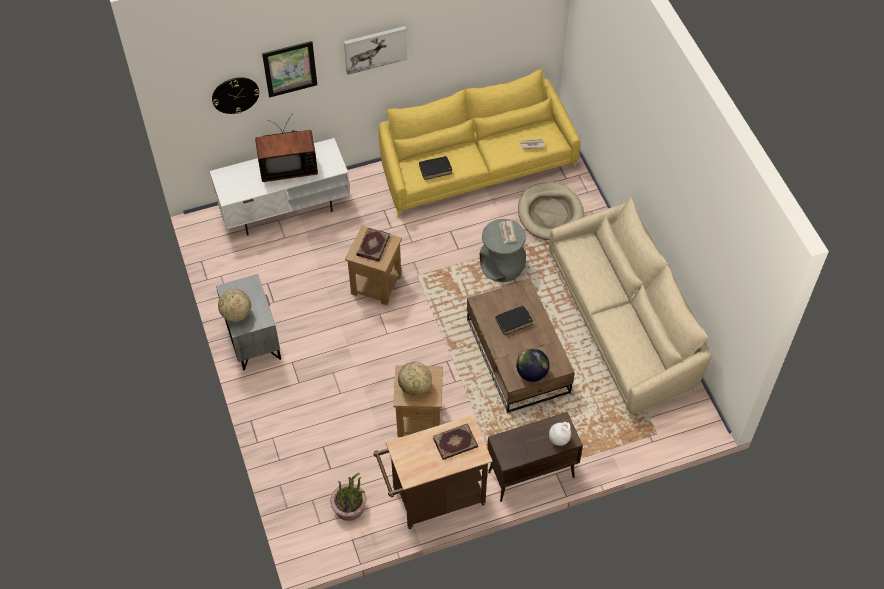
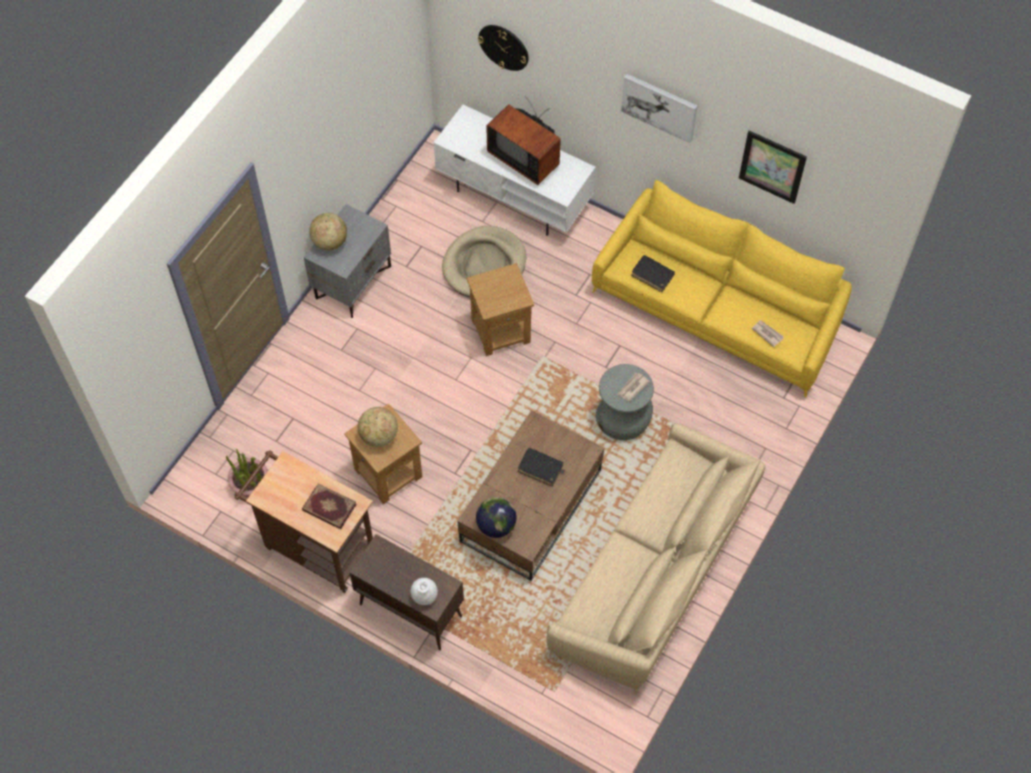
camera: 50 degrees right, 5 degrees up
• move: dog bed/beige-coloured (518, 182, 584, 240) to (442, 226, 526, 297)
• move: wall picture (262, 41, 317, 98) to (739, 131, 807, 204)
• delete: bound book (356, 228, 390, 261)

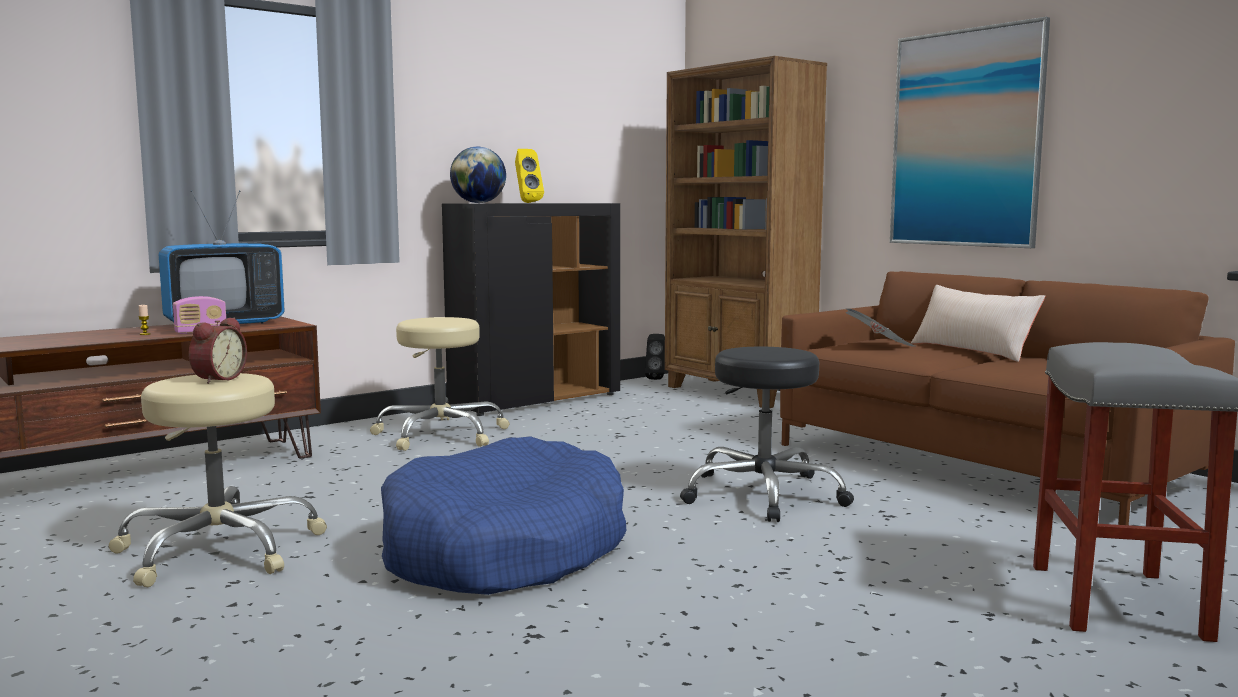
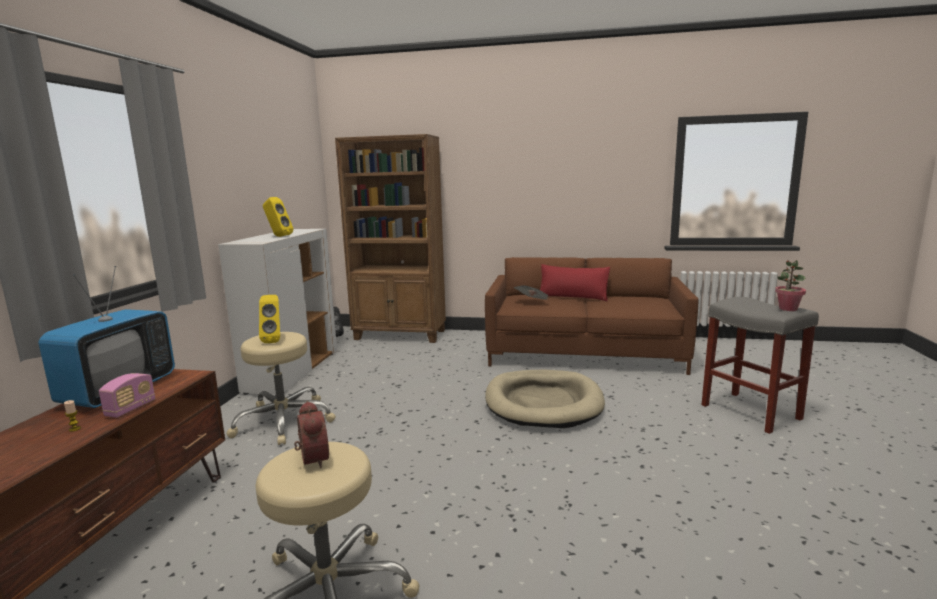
camera: 40 degrees left, 5 degrees up
• recolor: storage cabinet/black (442, 203, 620, 416) to storage cabinet/white-coloured (218, 229, 337, 396)
• insert: loudspeaker/yellowish (259, 295, 280, 343)
• replace: stool seat/black (680, 347, 854, 522) to dog bed/beige-coloured (485, 370, 605, 428)
• recolor: throw pillow/beige-coloured (911, 285, 1045, 362) to throw pillow/red-coloured (540, 264, 610, 301)
• insert: houseplant (775, 260, 806, 311)
• delete: dog bed/blue-coloured (381, 436, 627, 595)
• delete: desk globe (450, 147, 506, 203)
• delete: wall picture (890, 17, 1050, 248)

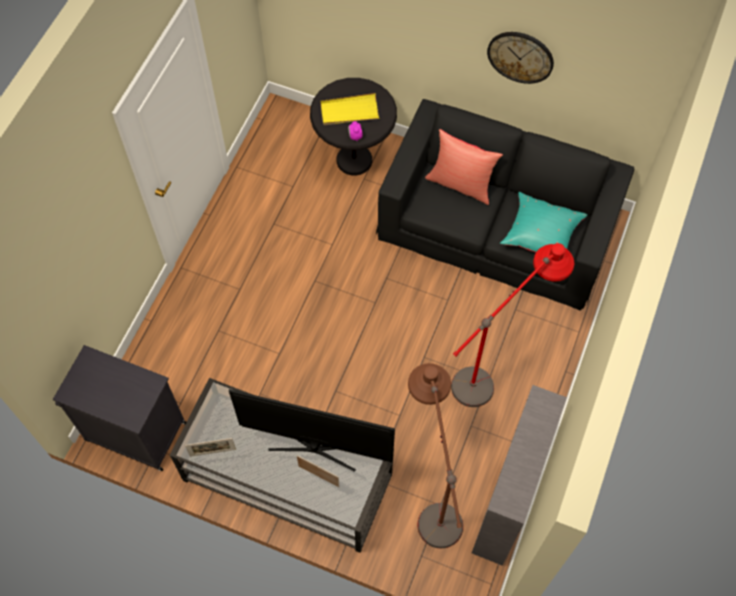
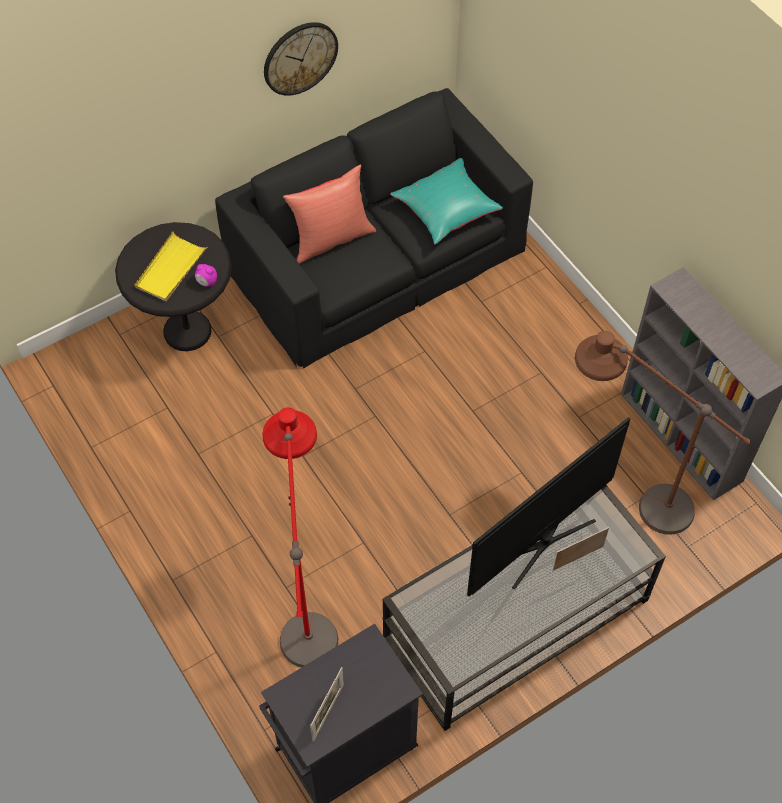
camera: 55 degrees left, 5 degrees down
• move: standard lamp/red-coloured (451, 243, 574, 407) to (262, 407, 338, 668)
• move: picture frame (185, 438, 236, 457) to (310, 667, 344, 742)

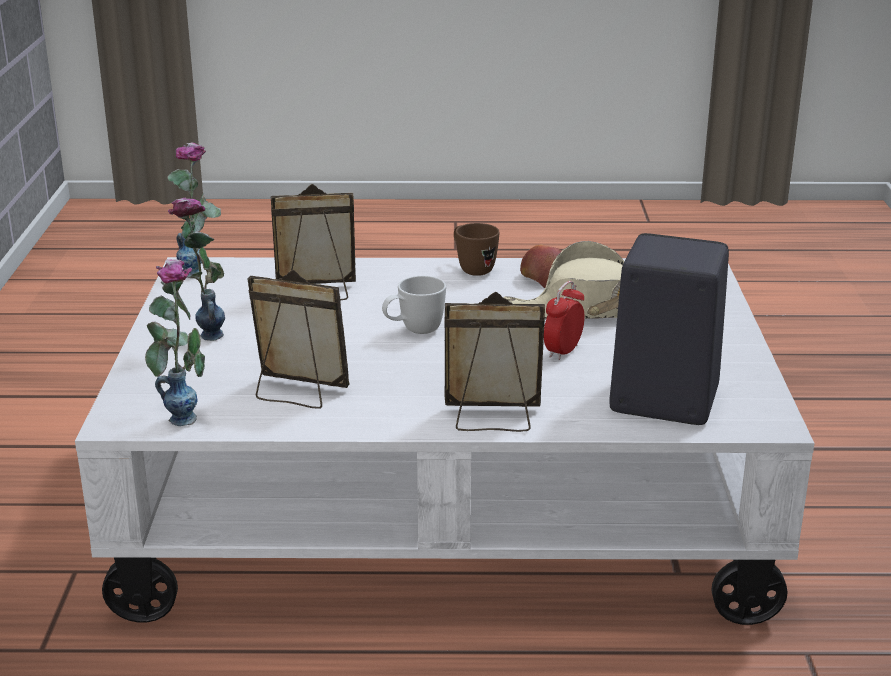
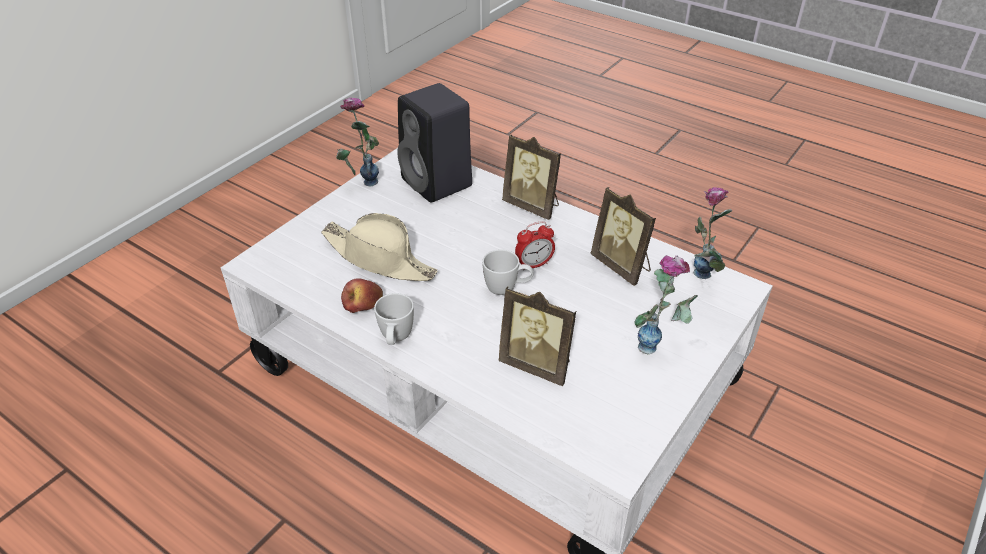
camera: 145 degrees left, 15 degrees up
• move: decorative vase (167, 143, 221, 278) to (336, 97, 379, 186)
• recolor: mug/brownish (454, 223, 500, 276) to mug/white-coloured (374, 293, 414, 345)
• move: bedside clock (544, 281, 585, 360) to (515, 221, 555, 270)

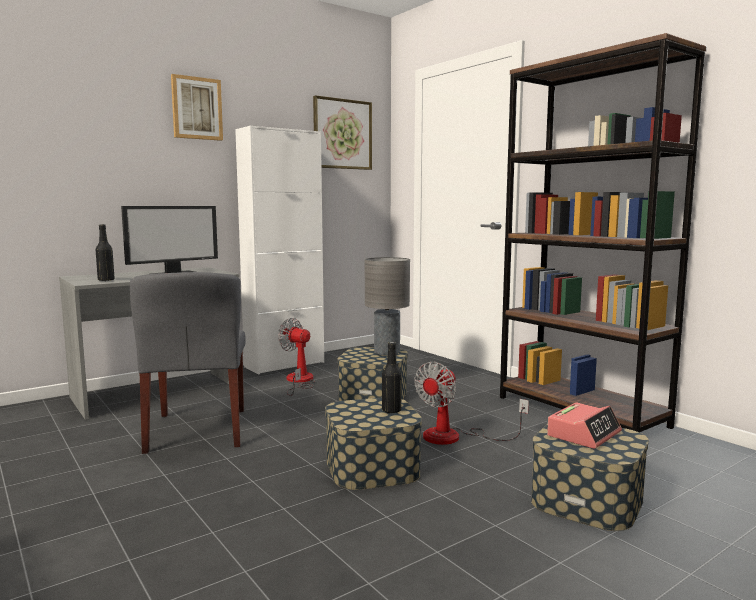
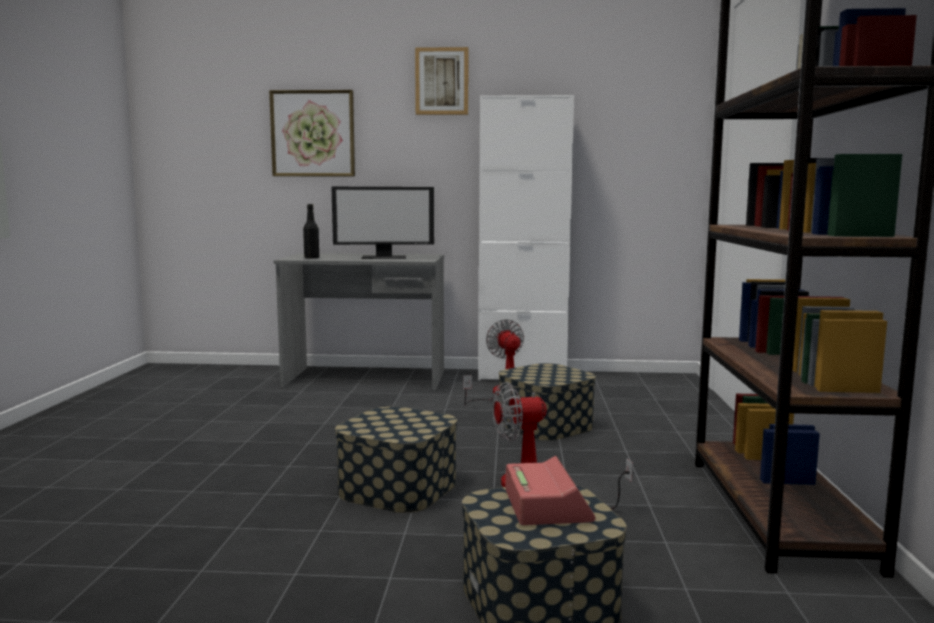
camera: 40 degrees right, 0 degrees up
• move: wall picture (313, 95, 372, 170) to (269, 90, 355, 176)
• rotate: bedside clock (547, 402, 622, 449) = (506, 456, 596, 525) 90 degrees counterclockwise
• delete: chair/gray (130, 272, 246, 454)
• delete: lamp for a table/gray (364, 257, 410, 356)
• delete: bottle/black (382, 342, 402, 413)

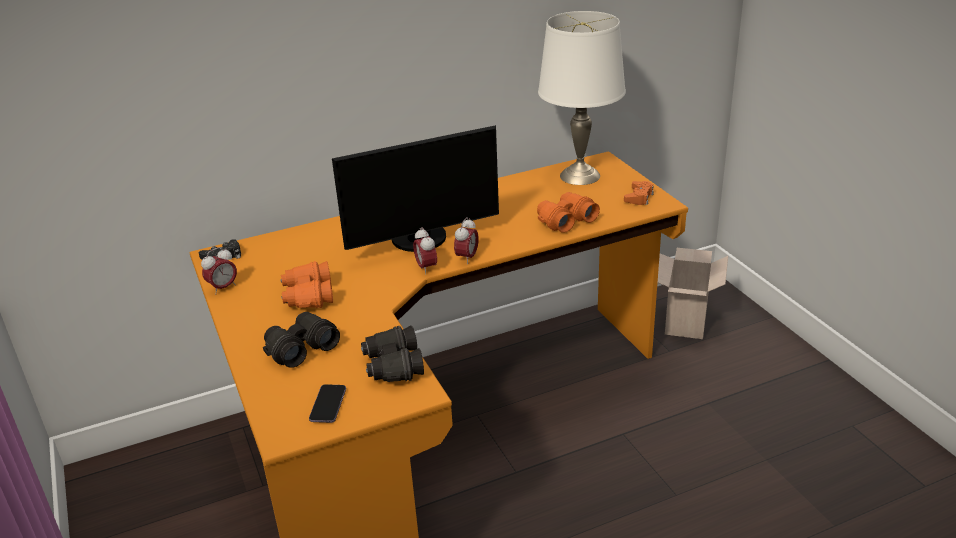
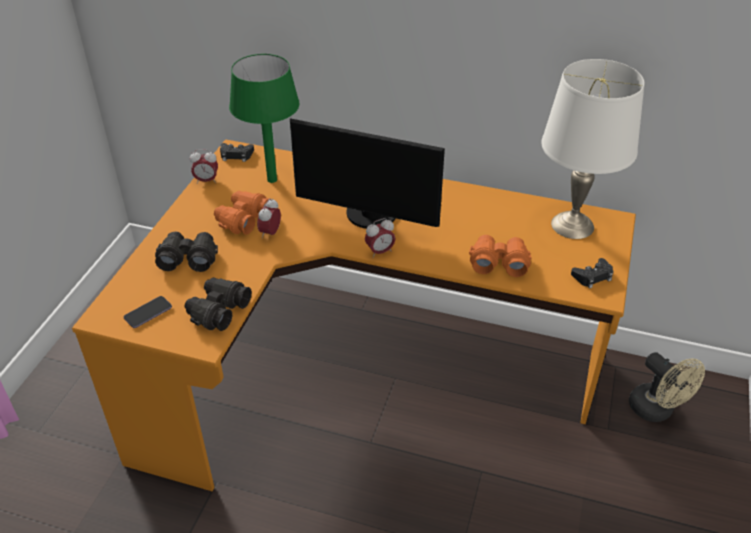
camera: 40 degrees right, 10 degrees up
• insert: lamp for a table/green-coloured (229, 54, 300, 183)
• move: bedside clock (413, 227, 437, 275) to (257, 198, 281, 239)
• recolor: joypad/orange (624, 181, 654, 205) to joypad/black (571, 258, 613, 289)
• replace: packing box (658, 248, 728, 339) to electric fan/beige-coloured (629, 352, 705, 422)

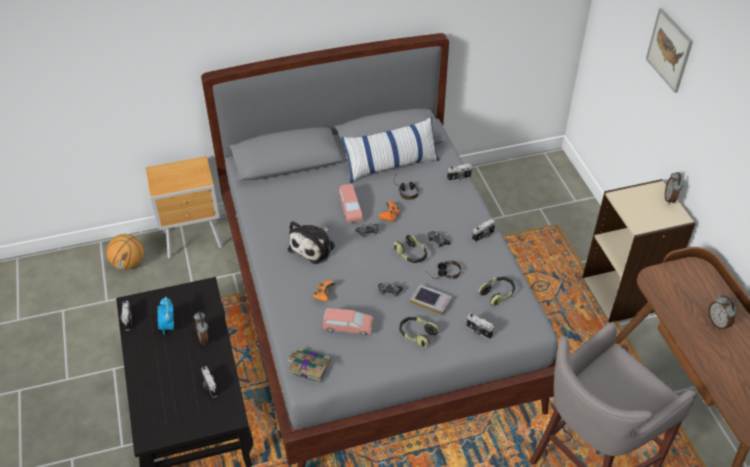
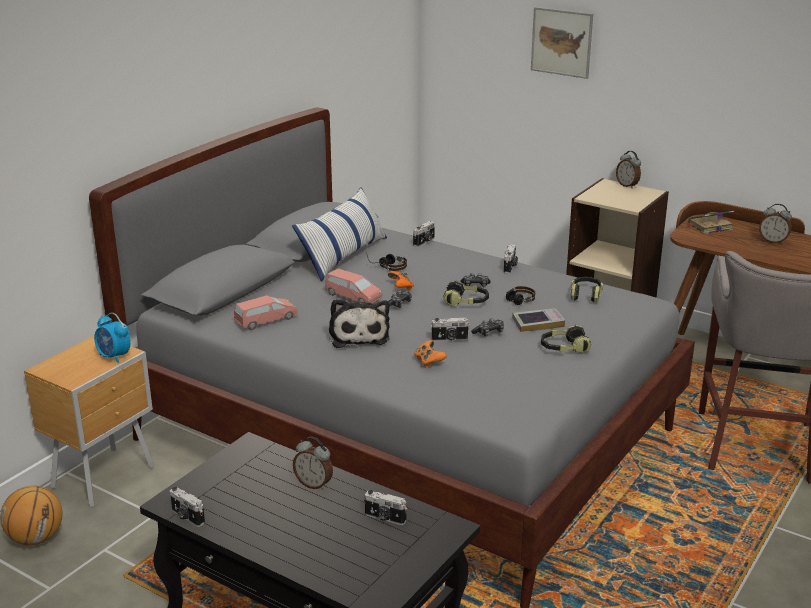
camera: 40 degrees left, 20 degrees down
• move: bedside clock (158, 297, 174, 335) to (94, 313, 131, 363)
• move: toy car/pinkish (322, 308, 373, 336) to (234, 296, 298, 330)
• move: still camera (466, 313, 494, 339) to (430, 318, 470, 341)
• move: bound book (288, 348, 331, 383) to (687, 211, 734, 234)

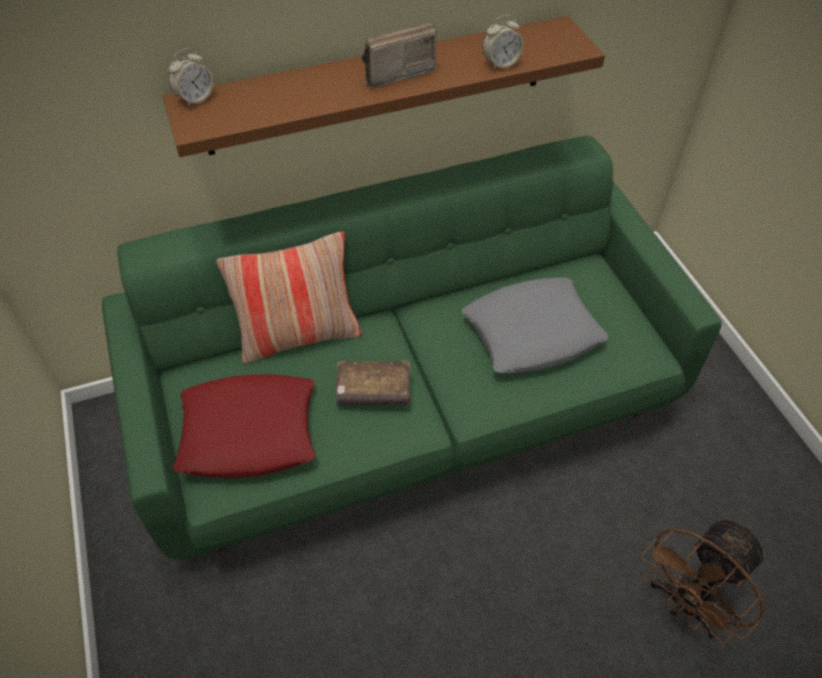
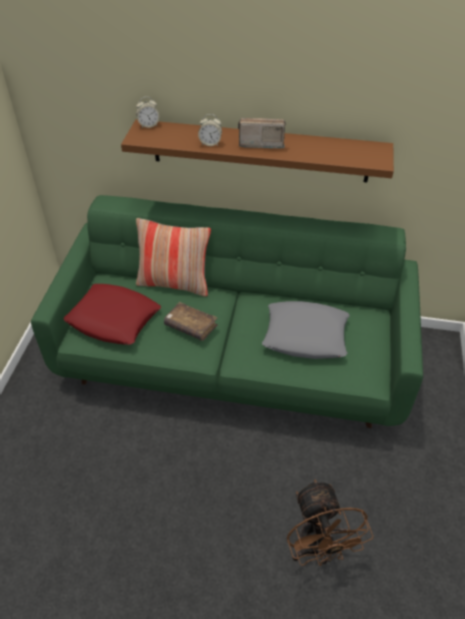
camera: 30 degrees right, 5 degrees down
• move: bedside clock (482, 15, 524, 70) to (198, 114, 222, 146)
• rotate: electric fan/brownish (642, 519, 765, 644) = (287, 479, 374, 566) 90 degrees counterclockwise

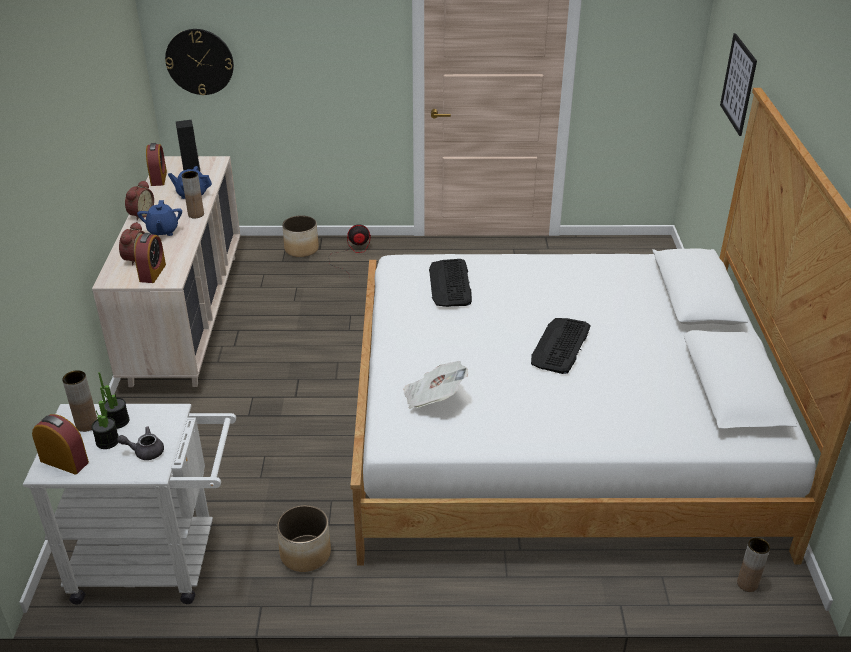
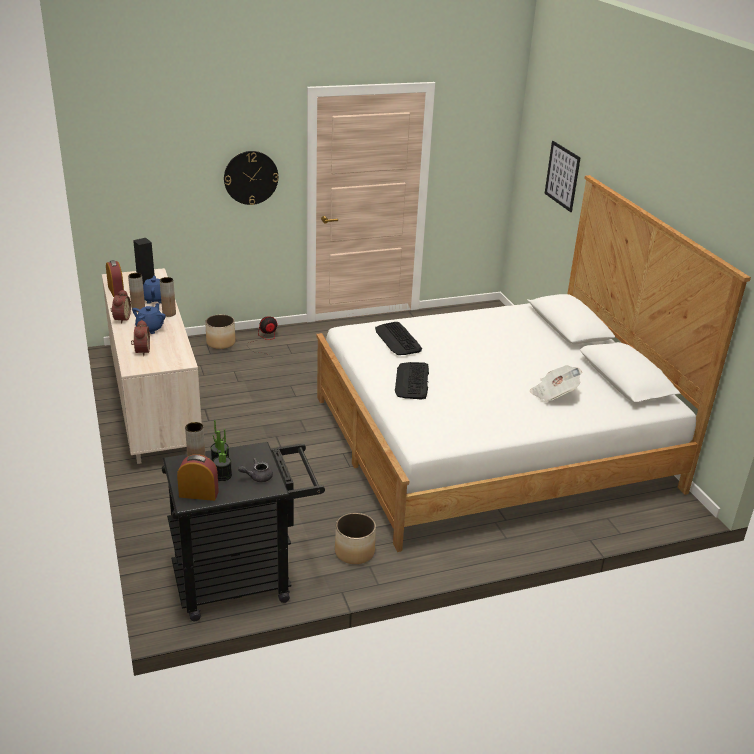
camera: 20 degrees left, 5 degrees down
• move: decorative vase/brownish (737, 538, 770, 592) to (128, 273, 145, 312)
• rotate: tea pot/blue-coloured (137, 200, 182, 236) = (132, 303, 166, 334) 135 degrees counterclockwise
• recolor: wheeled cart/white-coloured (23, 404, 236, 605) to wheeled cart/black (162, 442, 325, 621)
• move: clock on the wall (165, 29, 234, 95) to (224, 151, 278, 205)
• move: PC keyboard (531, 318, 591, 374) to (395, 362, 429, 400)
• move: printed paper (403, 361, 468, 409) to (530, 365, 582, 402)
• delete: bedside clock (134, 233, 166, 283)

